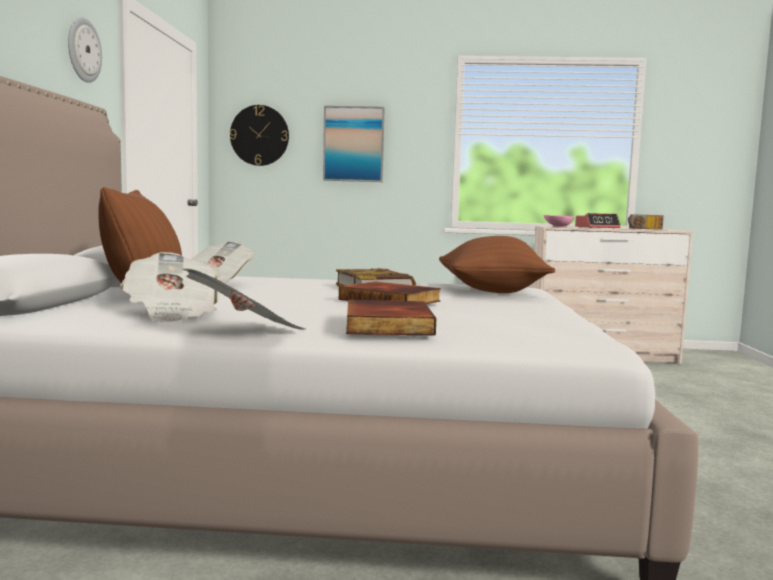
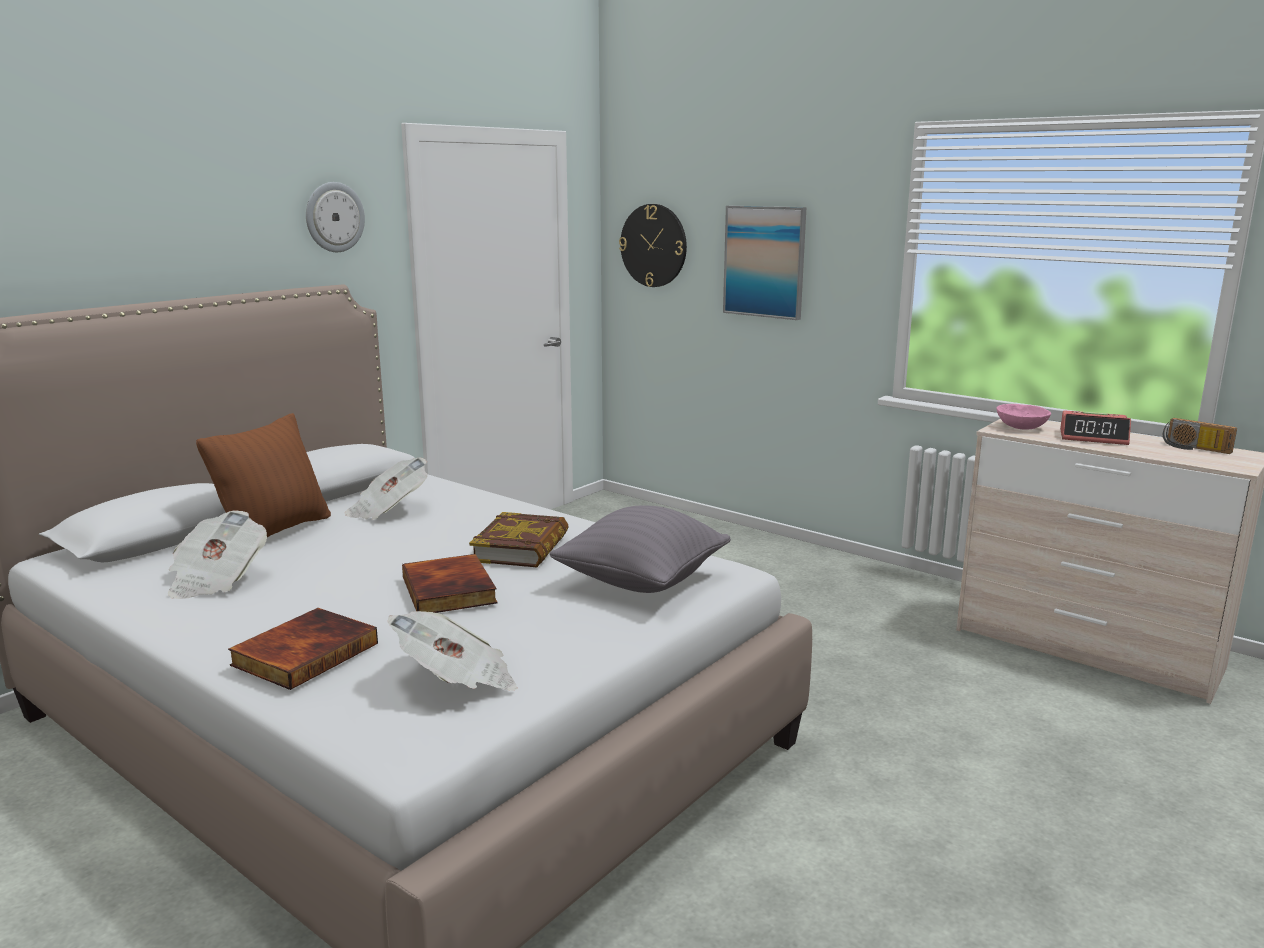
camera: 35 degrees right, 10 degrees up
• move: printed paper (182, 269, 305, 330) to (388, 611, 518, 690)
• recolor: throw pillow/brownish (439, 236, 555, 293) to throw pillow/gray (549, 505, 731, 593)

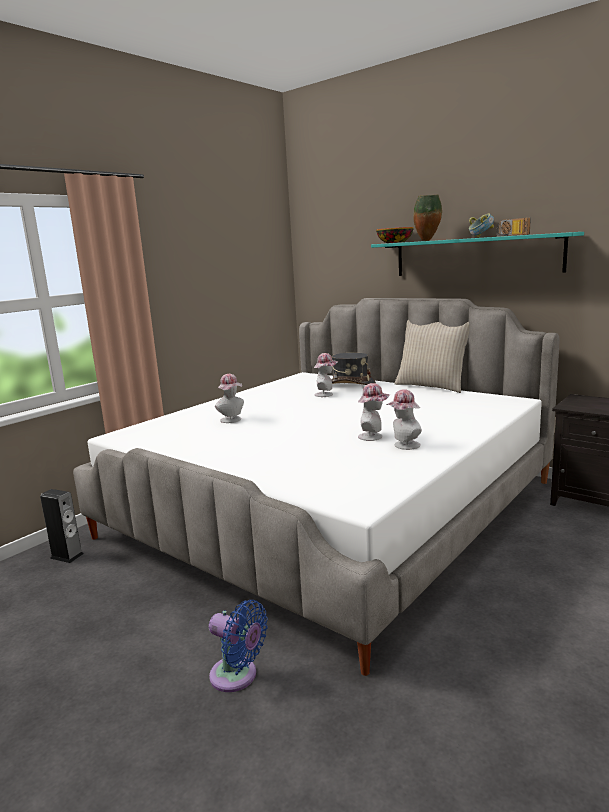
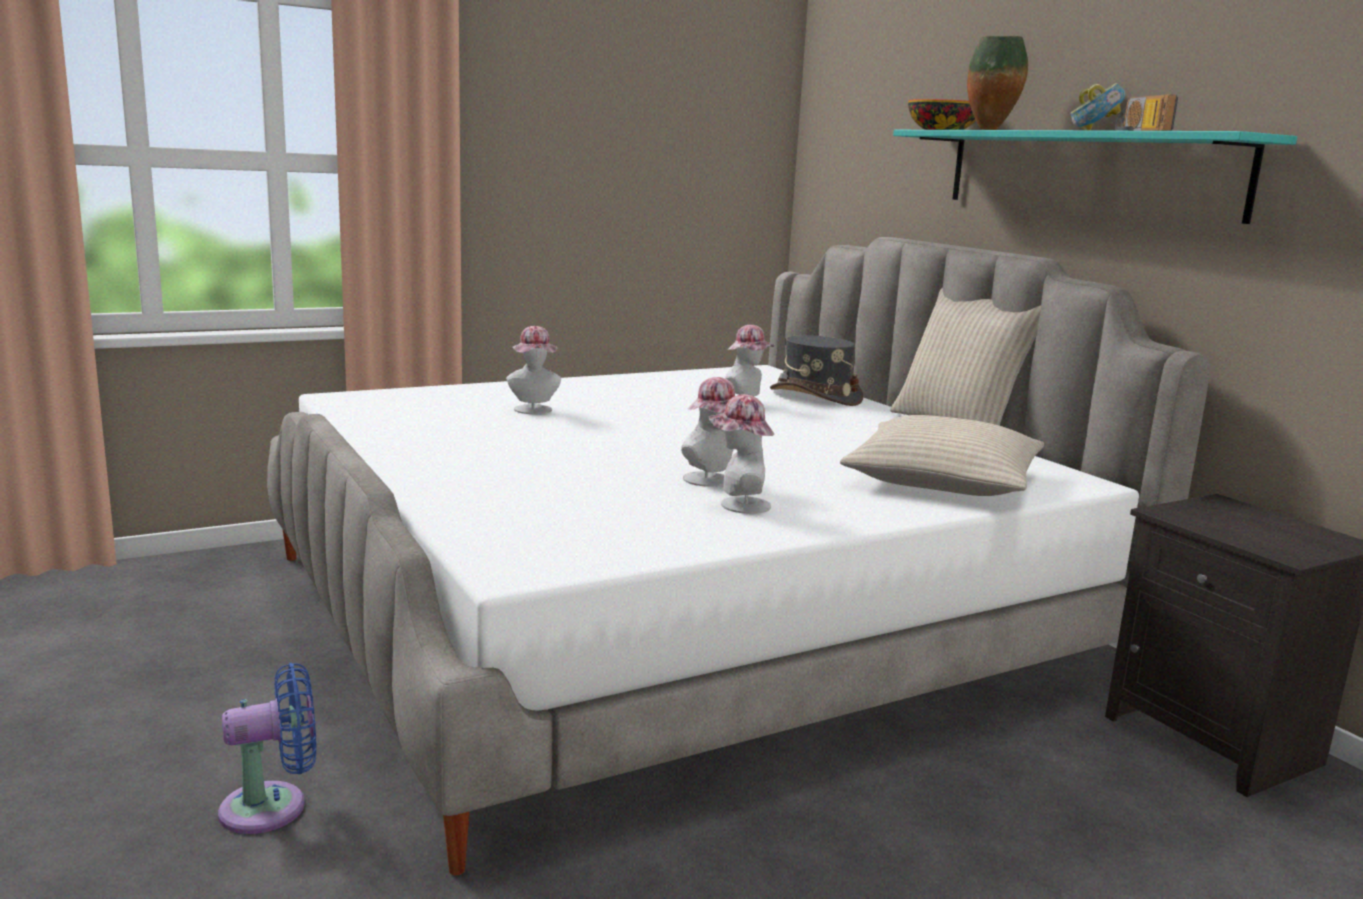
camera: 20 degrees right, 0 degrees up
• rotate: electric fan/blue-coloured (209, 600, 268, 692) = (218, 663, 317, 834) 75 degrees counterclockwise
• insert: throw pillow/beige-coloured (840, 415, 1044, 496)
• delete: loudspeaker (40, 489, 84, 563)

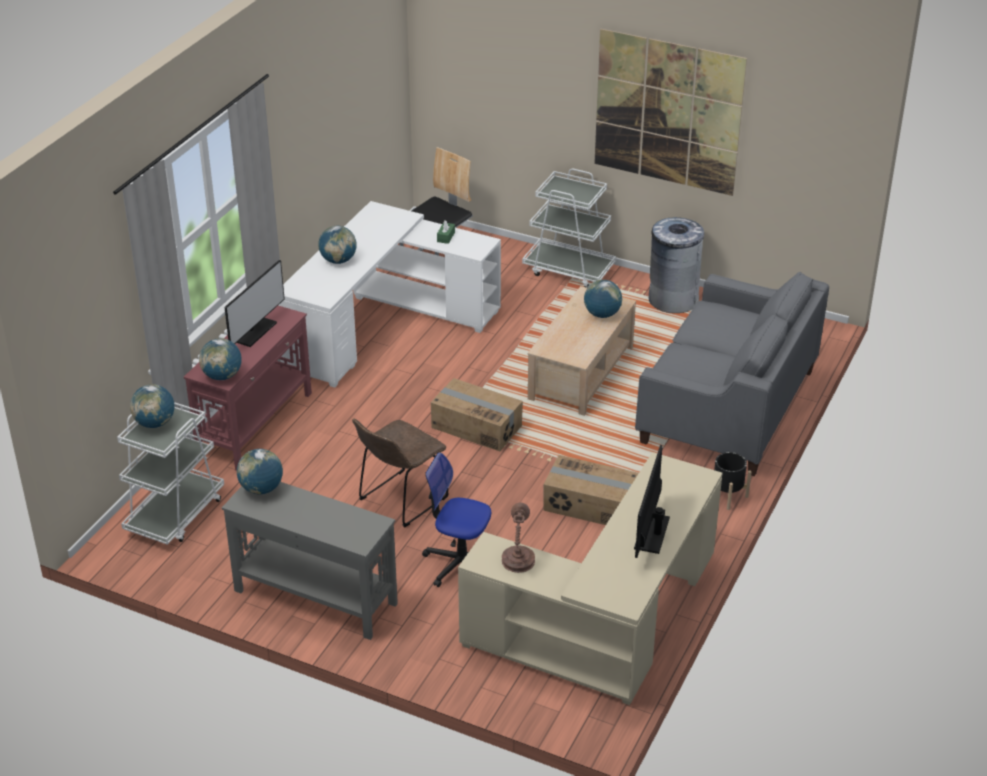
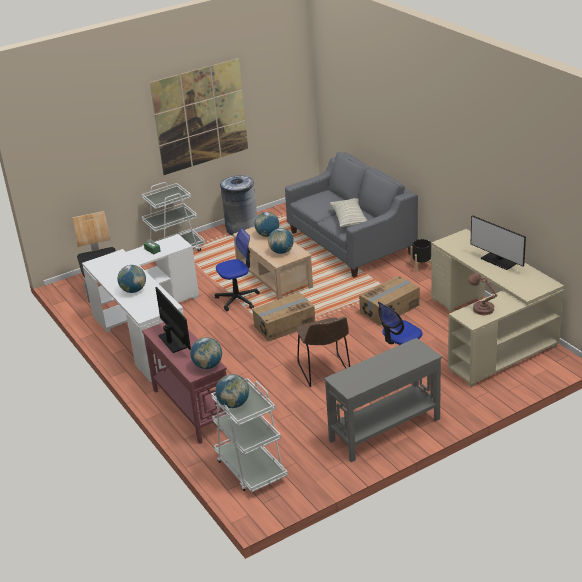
camera: 55 degrees left, 5 degrees down
• insert: desk chair (215, 228, 260, 311)
• move: desk globe (237, 449, 283, 494) to (268, 228, 294, 254)
• insert: throw pillow (330, 198, 367, 227)

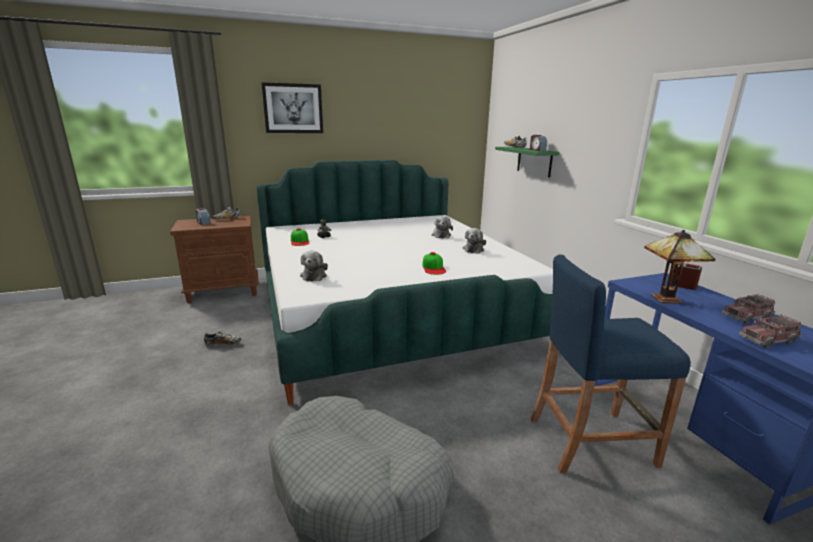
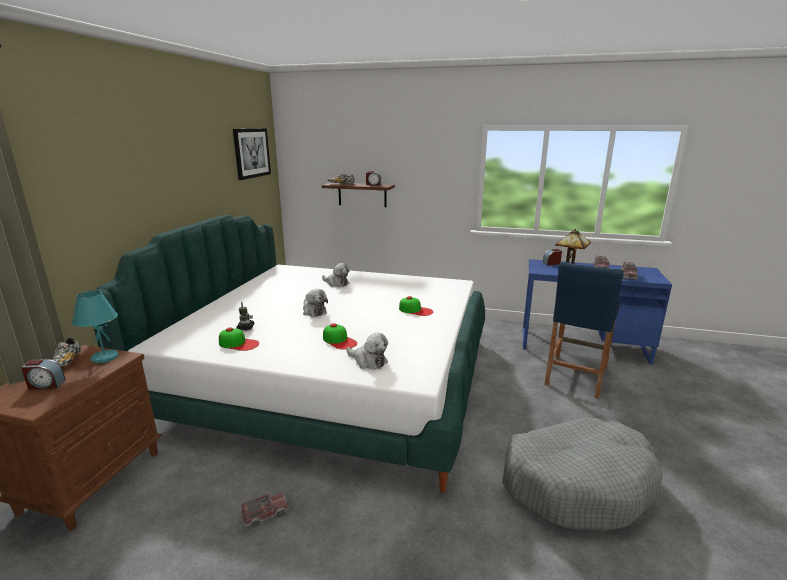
camera: 55 degrees left, 0 degrees up
• insert: lamp for a table/blue-green (72, 290, 119, 363)
• move: wall picture (261, 82, 323, 133) to (233, 129, 271, 180)
• replace: low shoe (204, 332, 242, 346) to toy lorry (240, 493, 289, 528)
• move: soft toy (463, 228, 486, 254) to (303, 289, 328, 317)
• recolor: wall shelf/green-coloured (495, 147, 560, 177) to wall shelf/brownish (322, 182, 395, 207)
• insert: baseball cap (323, 323, 357, 350)

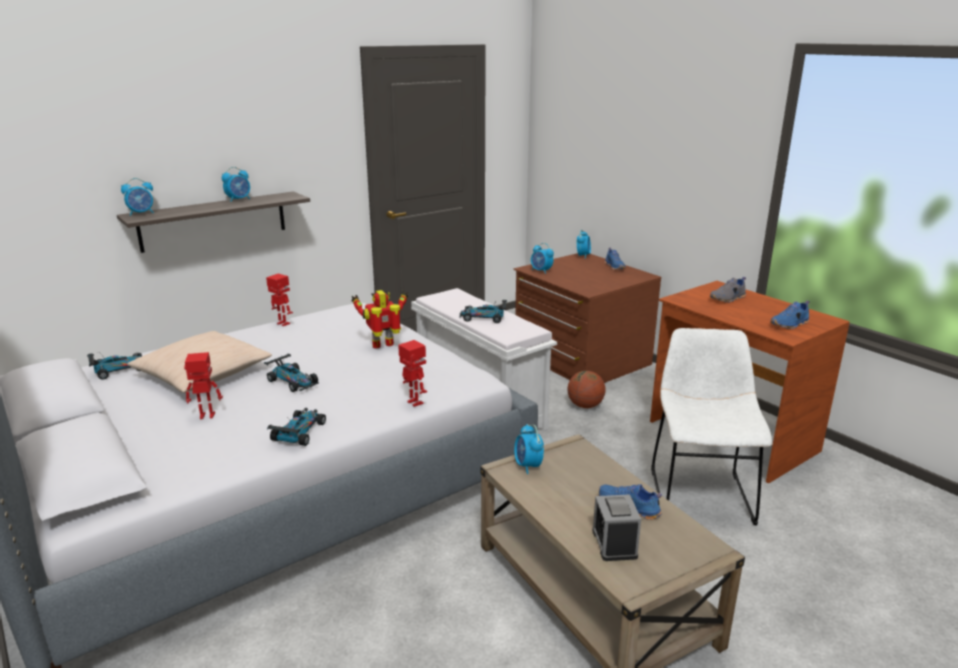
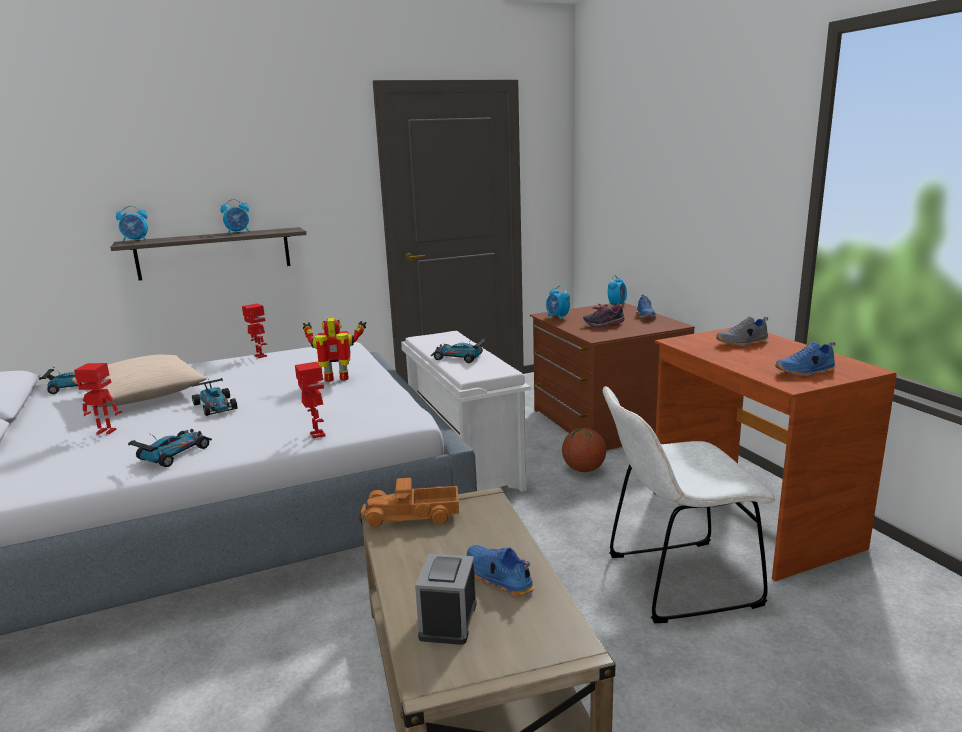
camera: 15 degrees right, 5 degrees down
• replace: bedside clock (514, 424, 544, 474) to toy lorry (361, 478, 459, 527)
• insert: low shoe (583, 304, 625, 328)
• rotate: chair/white-coloured (651, 328, 772, 525) = (603, 386, 775, 623) 120 degrees counterclockwise

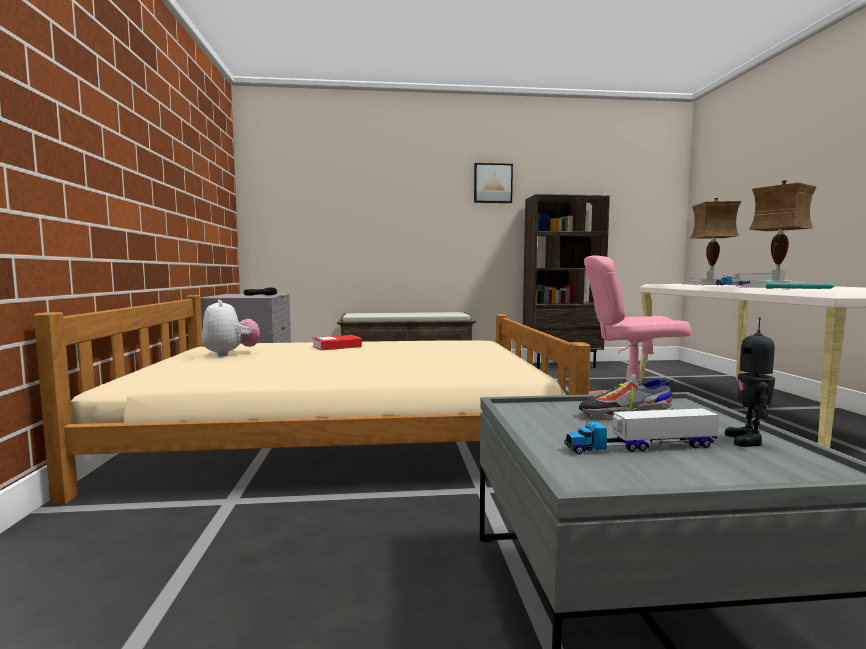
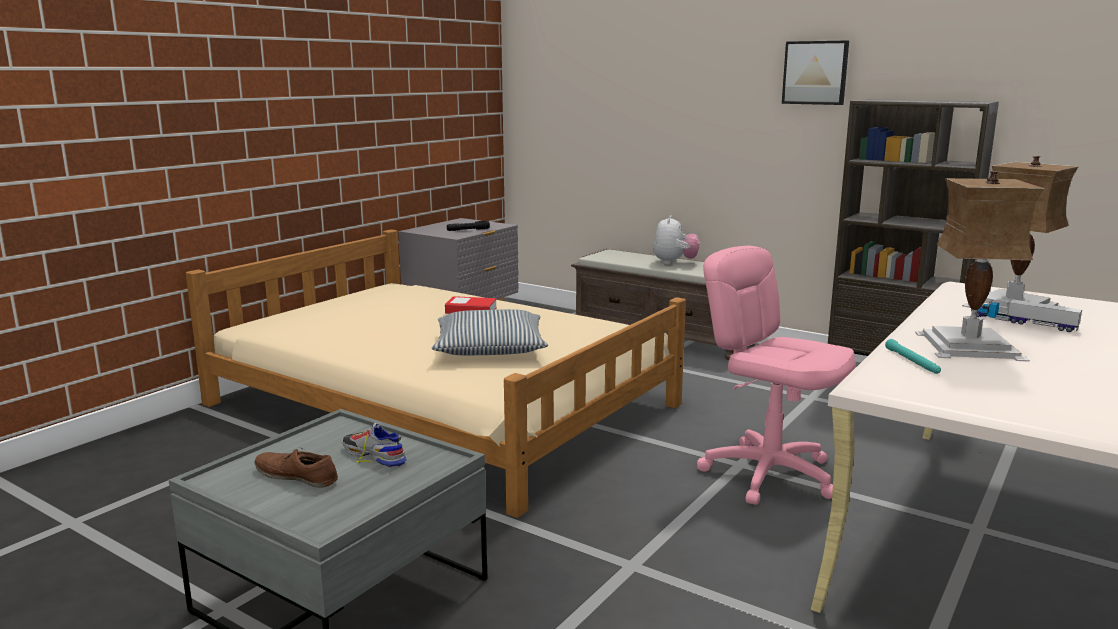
camera: 40 degrees right, 10 degrees up
• replace: toy lorry (564, 408, 719, 454) to low shoe/brownish (254, 448, 338, 488)
• insert: throw pillow (432, 309, 548, 355)
• move: soft toy (202, 300, 260, 357) to (653, 215, 700, 265)
• delete: robot figure (725, 318, 775, 447)

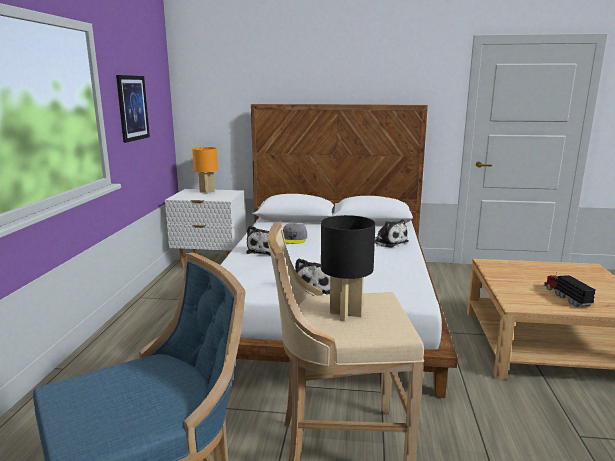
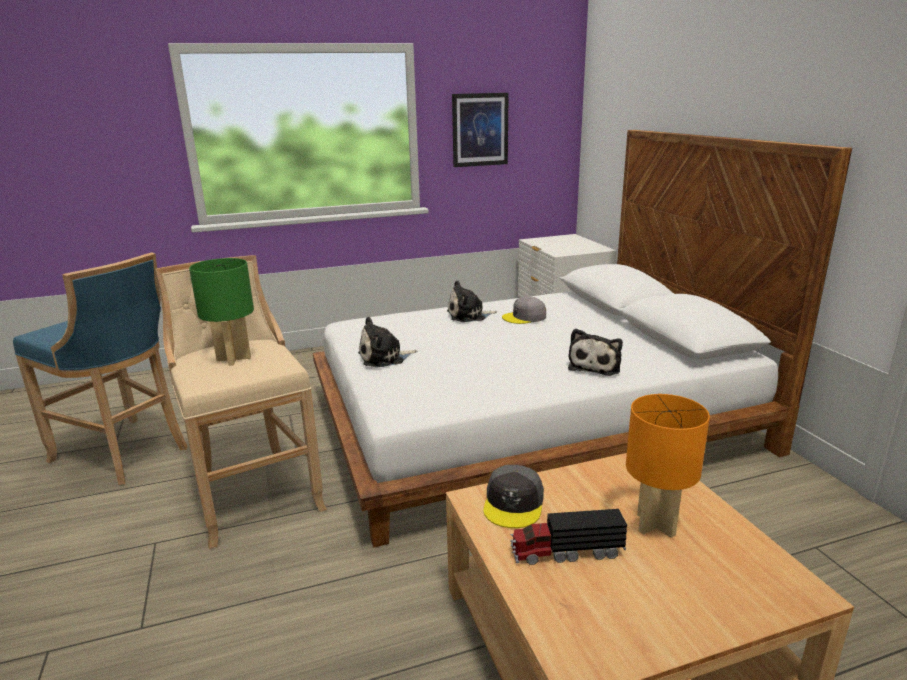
camera: 65 degrees right, 5 degrees up
• recolor: lamp for a table/black (321, 215, 375, 322) to lamp for a table/green-coloured (189, 258, 254, 366)
• insert: baseball cap/gray (484, 465, 544, 528)
• rotate: toy lorry (543, 273, 596, 307) = (510, 509, 627, 565) 150 degrees counterclockwise
• move: lamp for a table/orange (192, 147, 218, 194) to (626, 394, 710, 538)

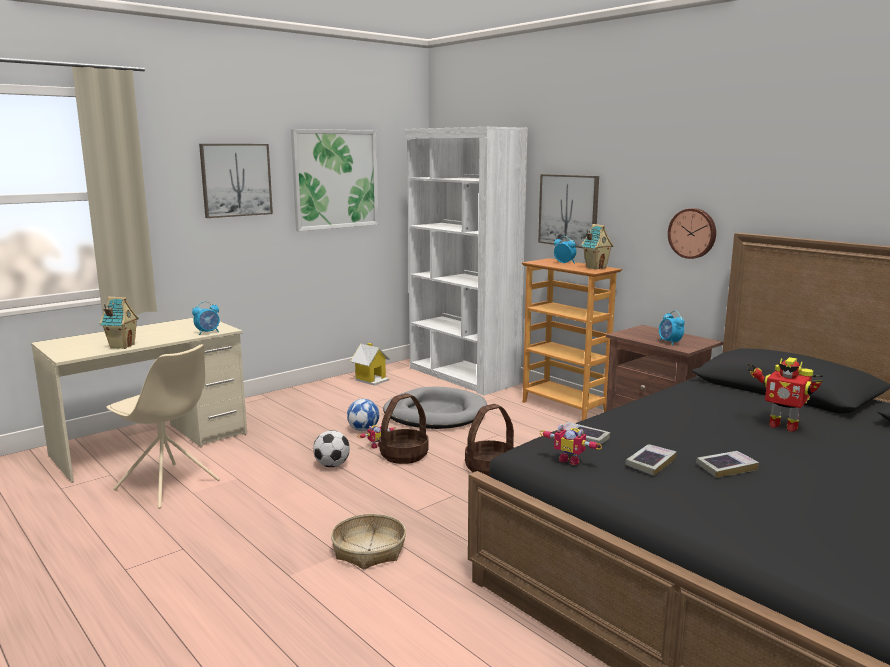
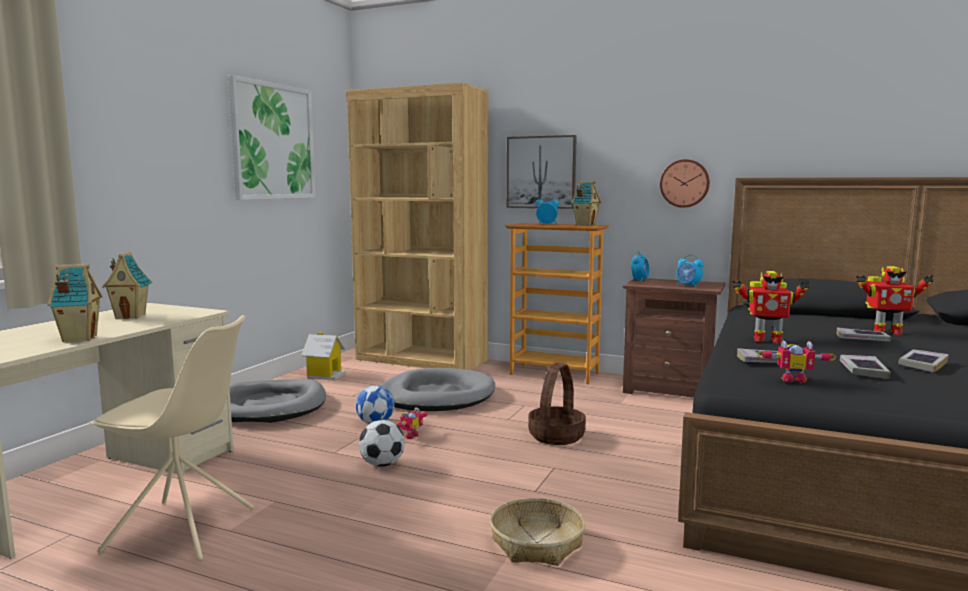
camera: 25 degrees left, 5 degrees down
• insert: miniature house (102, 252, 152, 319)
• insert: dog bed/gray (229, 379, 326, 423)
• recolor: bookshelf/white-coloured (405, 127, 528, 395) to bookshelf/brownish (346, 82, 488, 370)
• move: bedside clock (192, 301, 220, 335) to (631, 251, 649, 282)
• insert: robot figure (732, 271, 810, 343)
• insert: bound book (836, 327, 891, 341)
• delete: wall picture (199, 144, 273, 218)
• delete: storage basket (379, 393, 429, 464)

